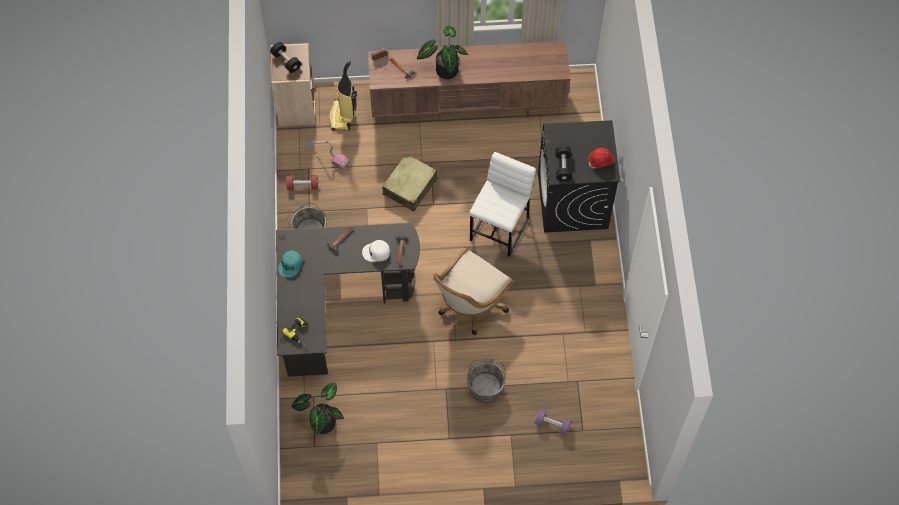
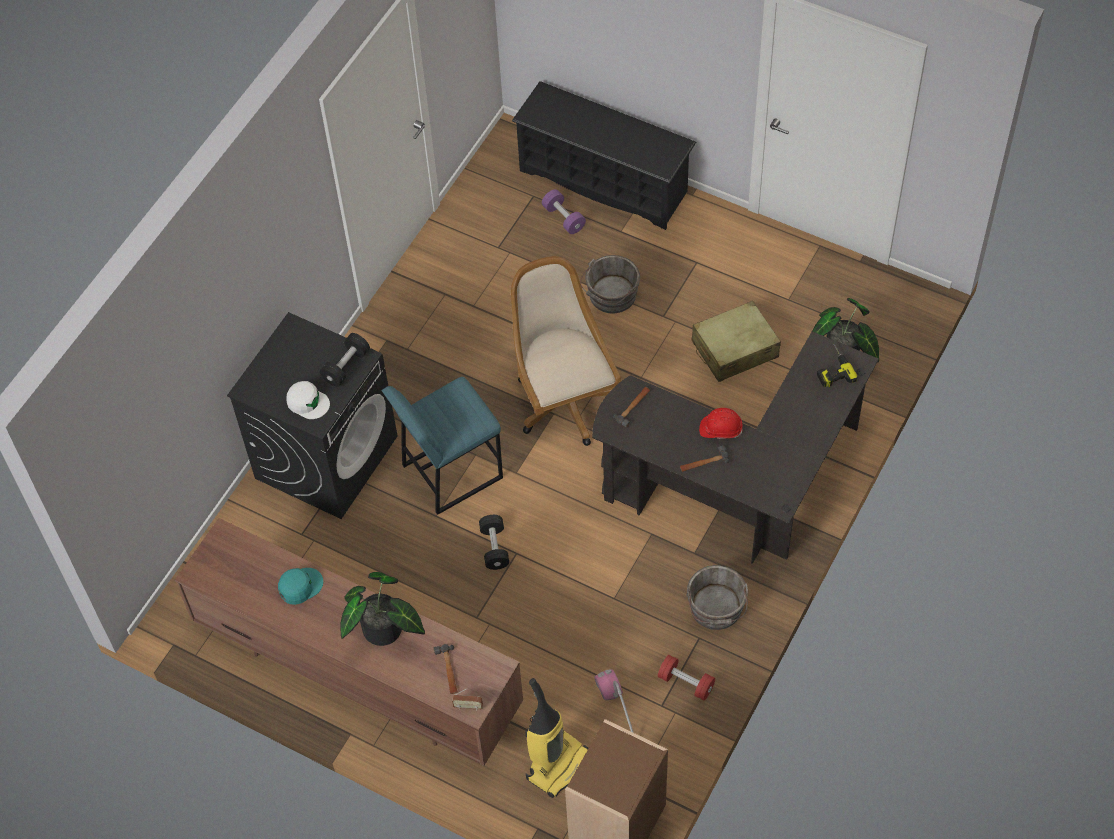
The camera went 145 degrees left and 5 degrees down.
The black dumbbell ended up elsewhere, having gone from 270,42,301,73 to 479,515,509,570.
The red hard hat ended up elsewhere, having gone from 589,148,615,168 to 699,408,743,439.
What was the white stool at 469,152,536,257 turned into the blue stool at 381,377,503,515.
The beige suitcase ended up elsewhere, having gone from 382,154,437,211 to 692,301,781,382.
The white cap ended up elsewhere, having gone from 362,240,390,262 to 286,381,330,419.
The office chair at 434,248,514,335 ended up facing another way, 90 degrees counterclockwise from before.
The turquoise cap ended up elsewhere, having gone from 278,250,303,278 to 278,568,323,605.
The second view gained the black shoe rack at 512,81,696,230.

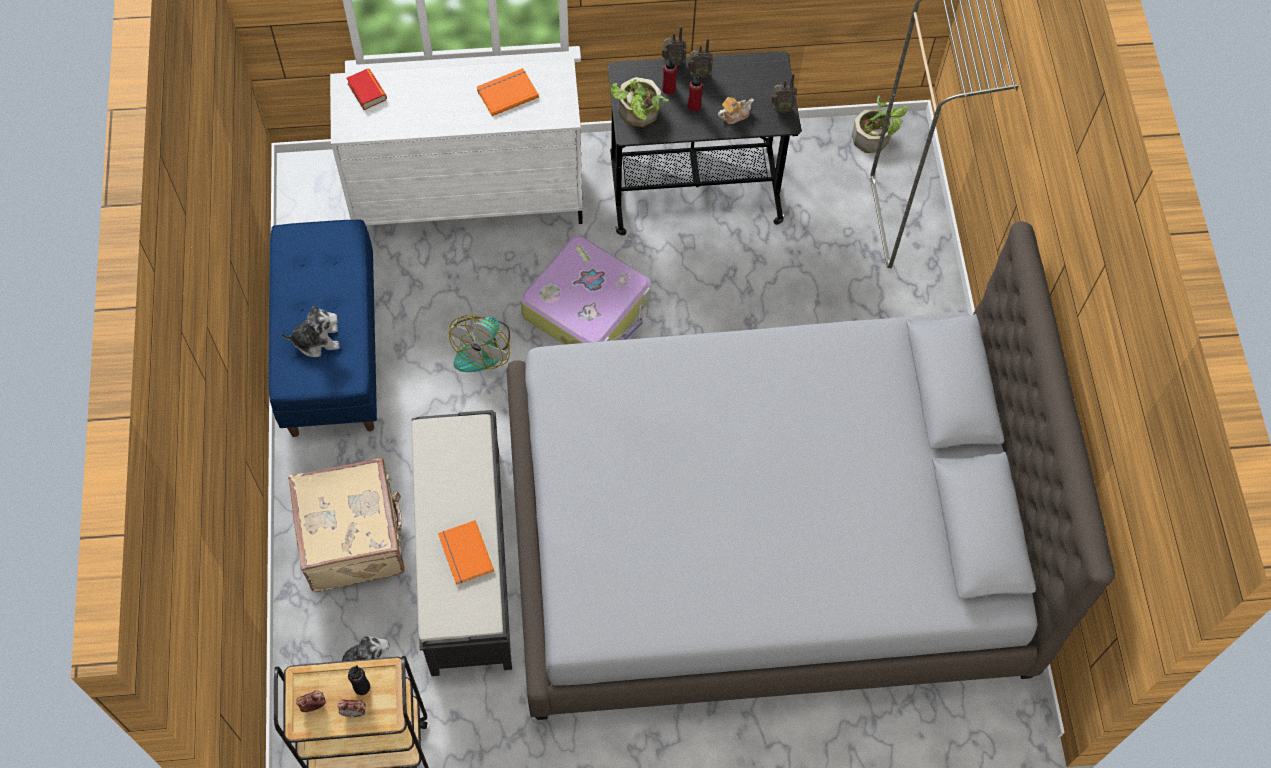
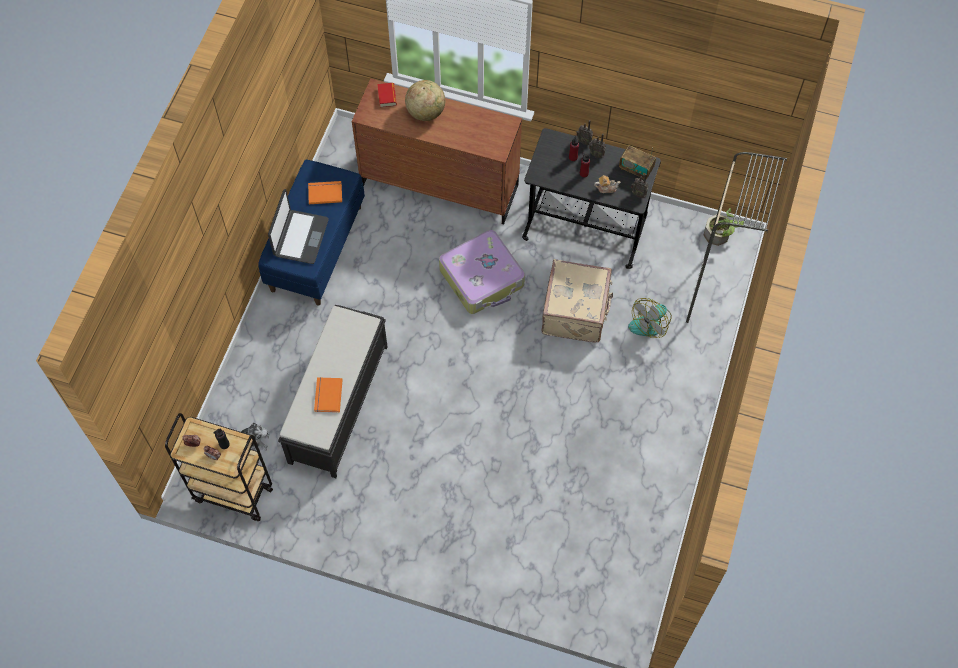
The camera went 25 degrees right and 0 degrees up.
What was the white dresser at 330,58,583,225 turned into the brown dresser at 351,78,522,224.
The orange book ended up elsewhere, having gone from 477,68,539,116 to 308,181,342,204.
The second view lost the potted plant at 611,77,669,127.
The second view lost the grey bed at 507,221,1115,720.
Where the plush toy stood at 281,306,340,357, the laptop came to stand at 268,189,329,264.
The fan ended up elsewhere, having gone from 449,315,510,372 to 628,298,672,338.
The beige suitcase ended up elsewhere, having gone from 288,458,405,592 to 541,259,613,343.
The second view gained the globe at 405,80,445,121.
The second view gained the radio at 619,145,656,179.

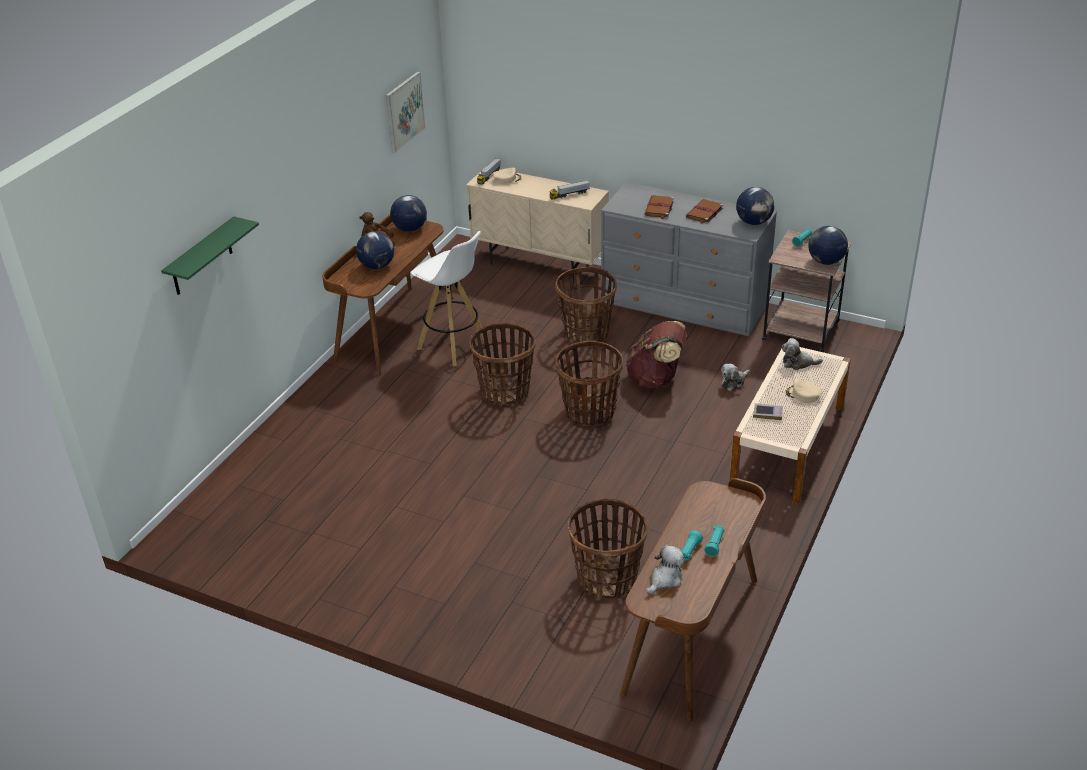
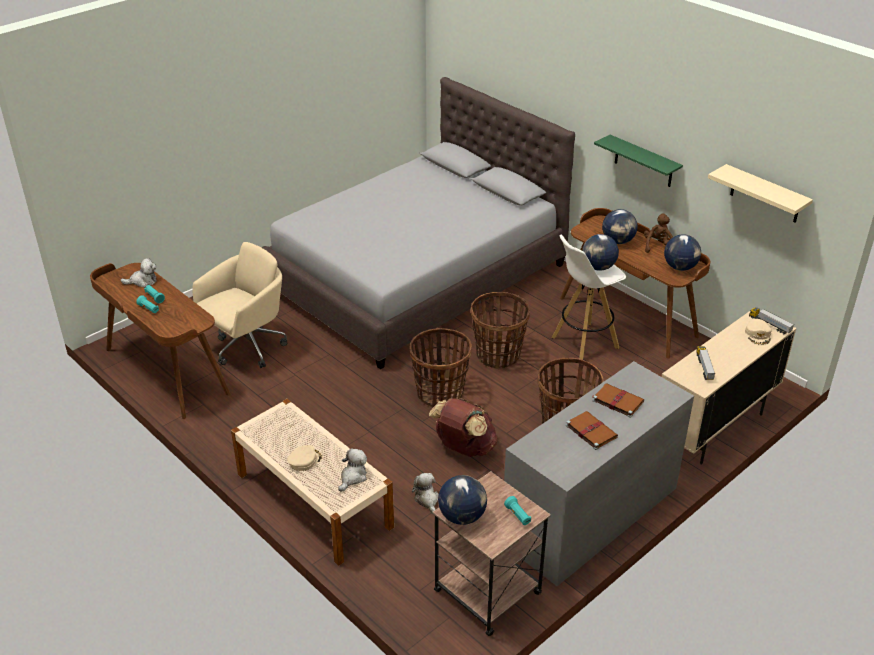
The camera went 110 degrees right and 0 degrees up.
Where the picture hung at 386,72,426,153, the beige shelf came to hang at 708,164,813,223.
The globe ended up elsewhere, having gone from 736,187,774,225 to 582,234,619,271.
The green shelf ended up elsewhere, having gone from 161,216,259,295 to 594,135,683,187.
The second view lost the book at 753,403,783,420.
Where the basket stood at 568,499,648,600, the beige office chair came to stand at 192,242,287,368.
The plush toy at 646,545,684,595 ended up facing another way, 75 degrees counterclockwise from before.
The second view gained the grey bed at 261,77,575,369.

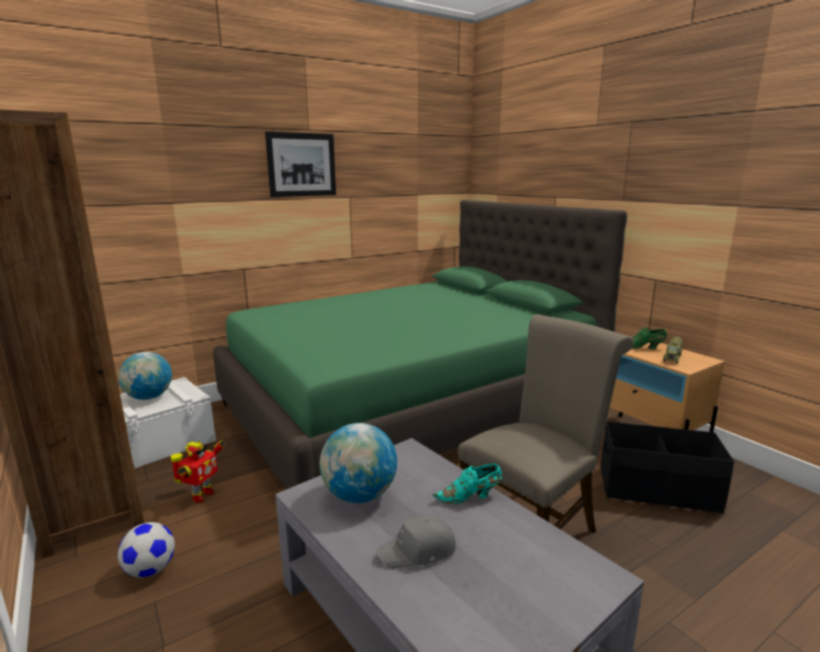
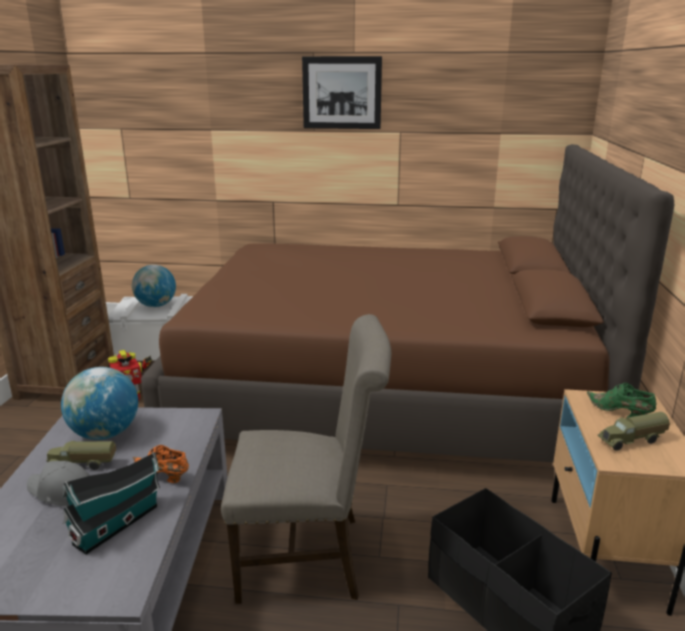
The camera went 40 degrees right and 5 degrees up.
What was the green bed at 213,200,627,489 turned into the brown bed at 141,144,674,462.
What was the turquoise shoe at 433,463,502,504 turned into the orange shoe at 133,445,189,483.
The second view lost the football at 118,522,175,578.
The second view gained the toy truck at 46,441,116,470.
The second view gained the toy house at 62,452,160,555.

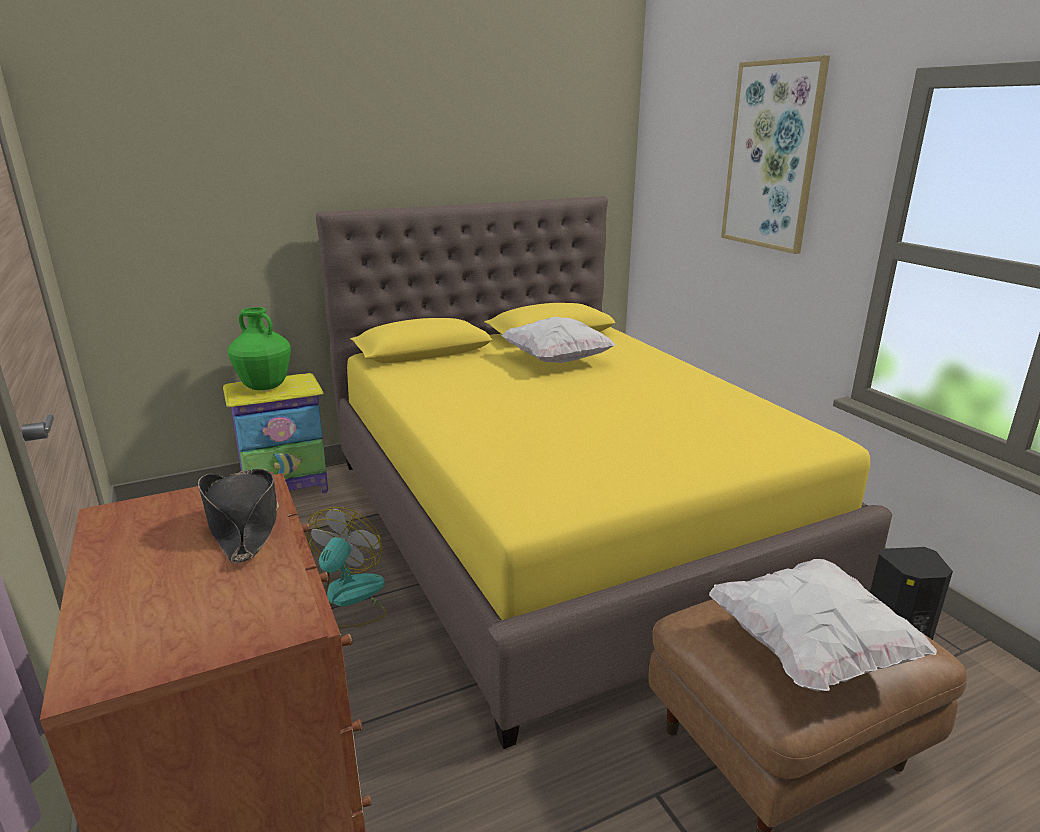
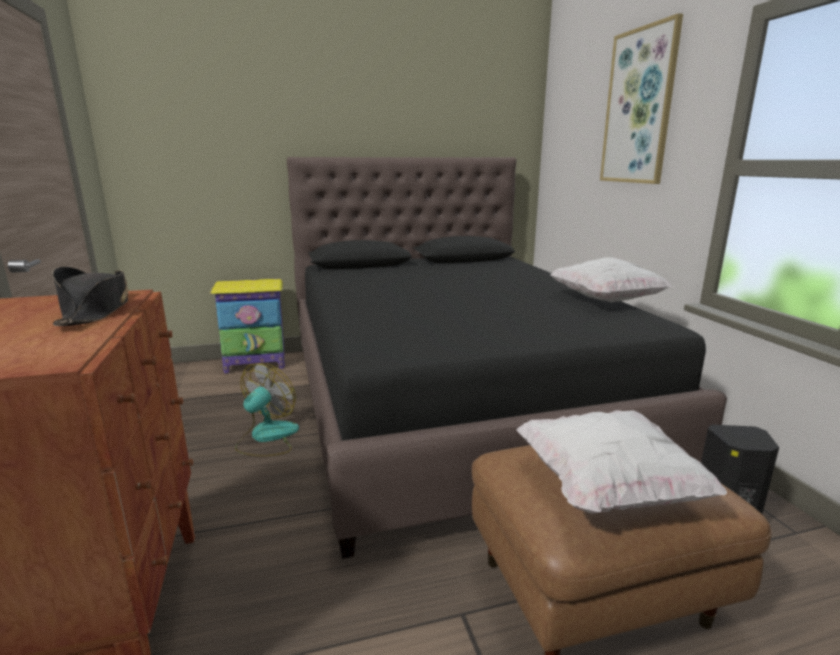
The camera went 10 degrees right and 5 degrees down.
What was the yellow bed at 316,196,892,749 turned into the black bed at 287,157,727,559.
The second view lost the green vase at 228,307,291,390.
The white pillow ended up elsewhere, having gone from 502,317,615,363 to 550,257,672,302.

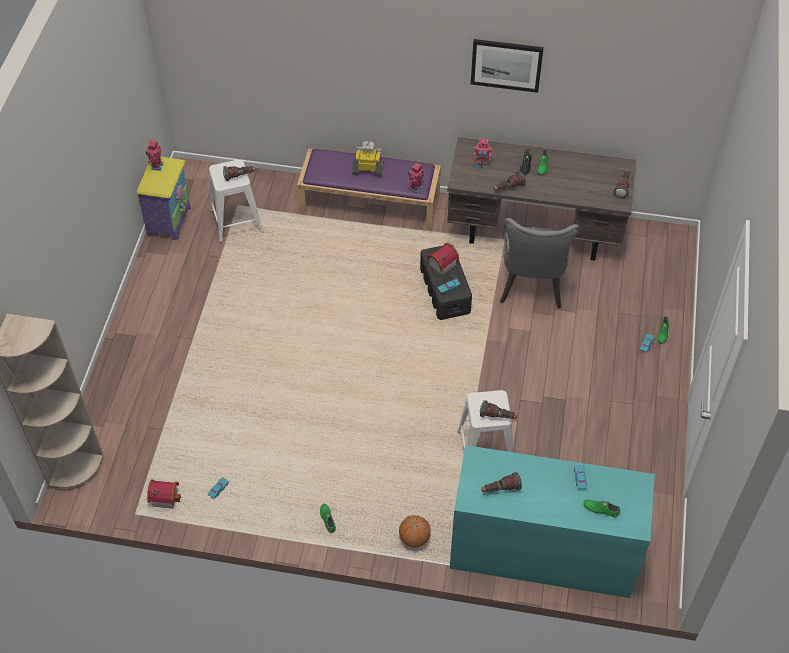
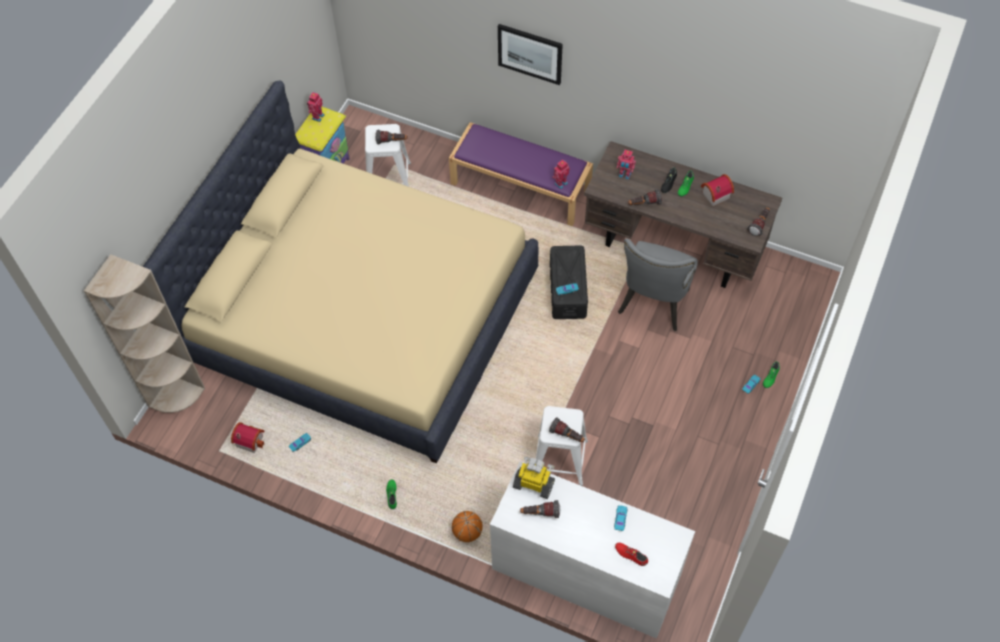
The camera went 15 degrees right and 5 degrees up.
The picture ended up elsewhere, having gone from 471,39,544,93 to 498,24,563,85.
The toy robot ended up elsewhere, having gone from 352,141,384,177 to 513,456,555,499.
The toy house ended up elsewhere, having gone from 427,243,459,275 to 701,174,734,206.
What was the turquoise dresser at 450,445,655,598 turned into the white dresser at 490,462,695,639.
What was the green shoe at 584,499,620,517 turned into the red shoe at 615,543,648,566.
The second view gained the beige bed at 143,81,538,464.

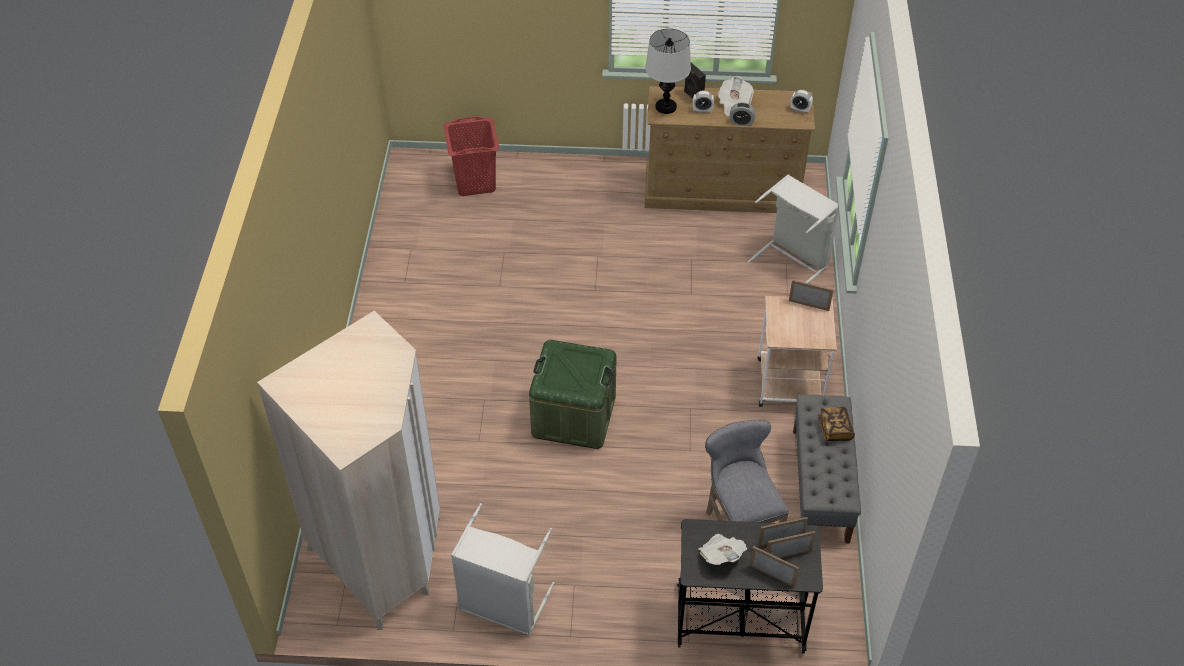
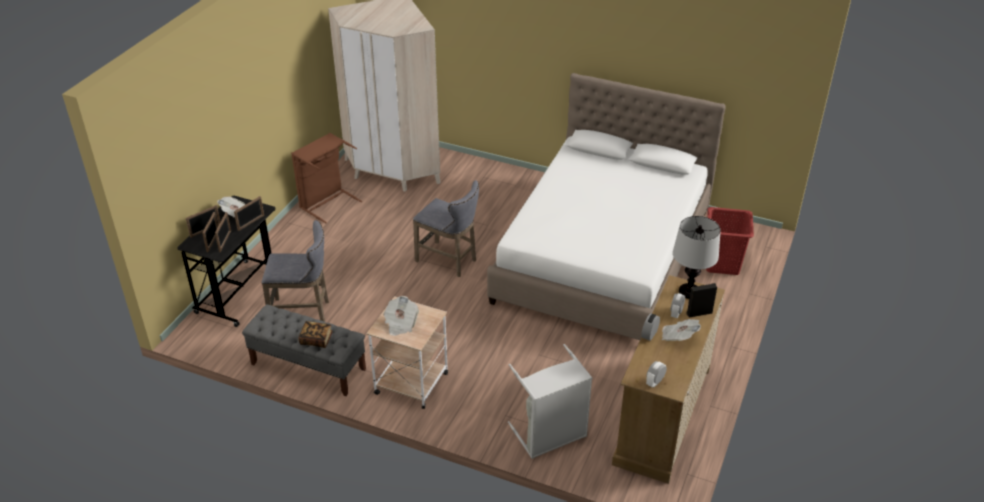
The camera went 110 degrees right and 10 degrees down.
The picture frame ended up elsewhere, having gone from 789,280,833,311 to 234,196,264,231.
Where the green storage box stood at 529,340,617,449, the grey stool came to stand at 413,180,479,277.
What was the grey laundry basket at 451,503,554,636 turned into the brown laundry basket at 291,133,362,223.
The second view gained the white bed at 487,73,726,340.
The second view gained the newspaper at 384,296,419,336.

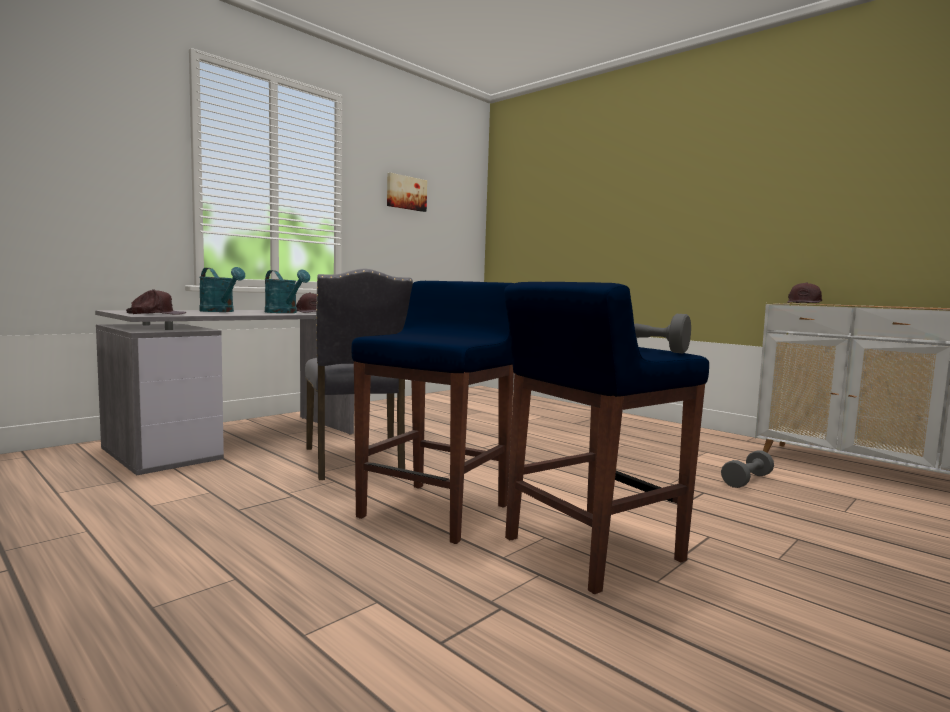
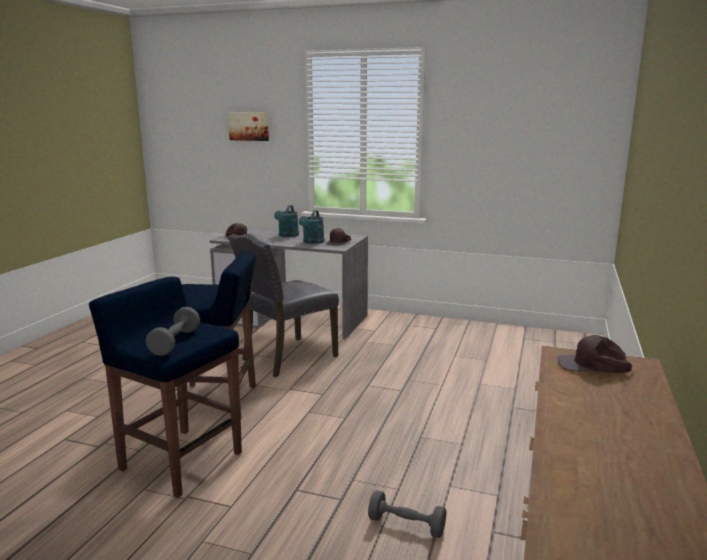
The camera went 65 degrees right and 10 degrees up.
The picture ended up elsewhere, having gone from 387,173,427,212 to 228,112,269,141.

